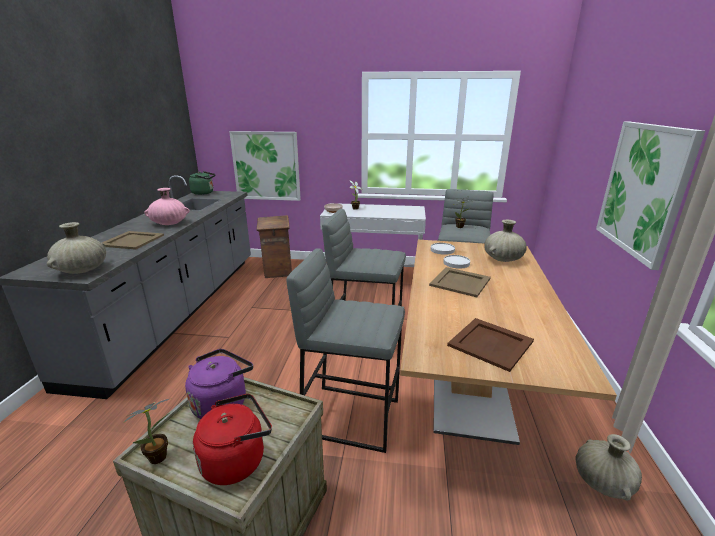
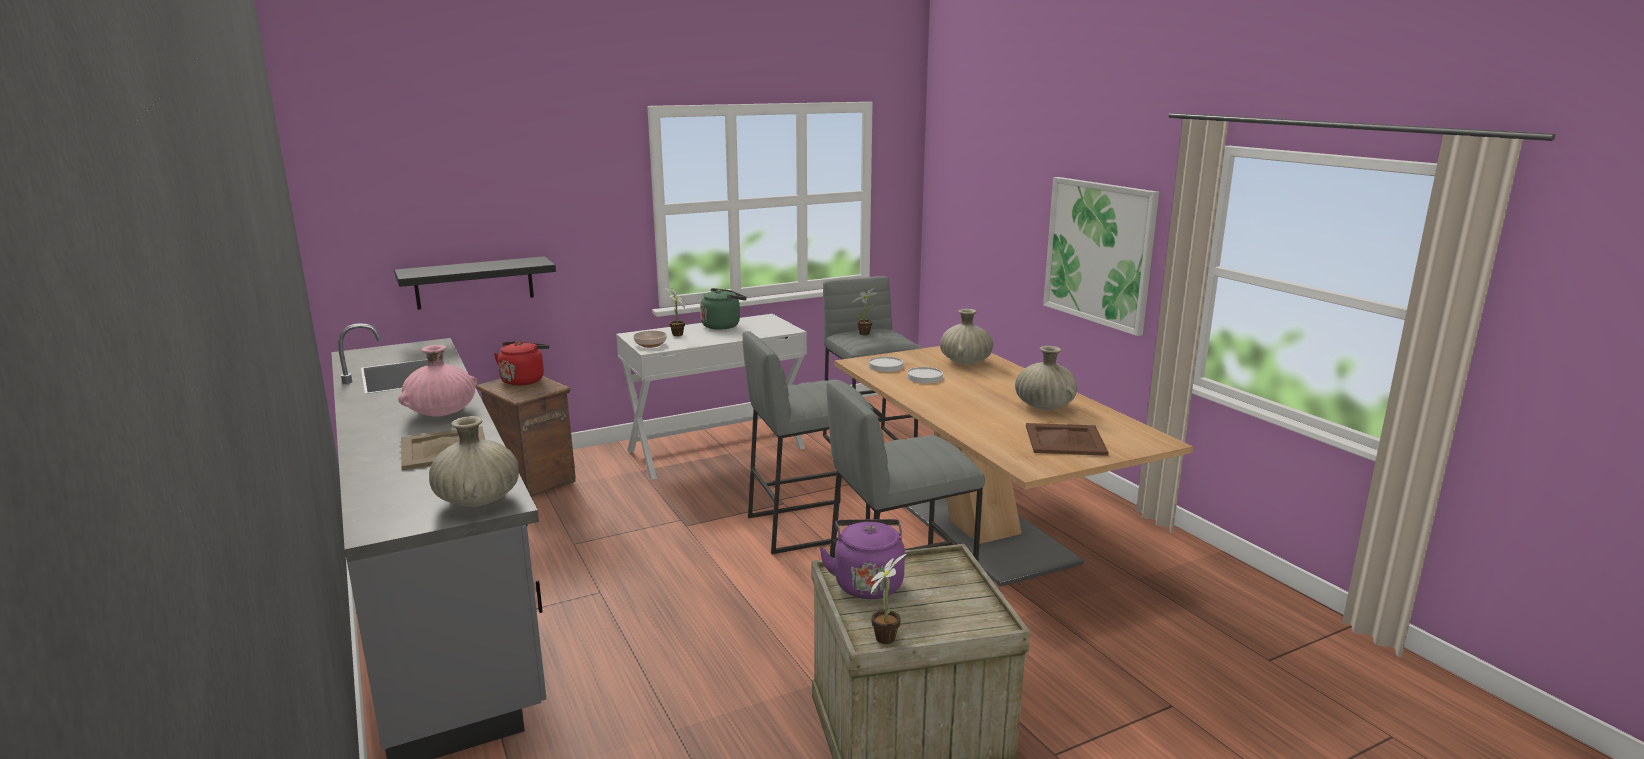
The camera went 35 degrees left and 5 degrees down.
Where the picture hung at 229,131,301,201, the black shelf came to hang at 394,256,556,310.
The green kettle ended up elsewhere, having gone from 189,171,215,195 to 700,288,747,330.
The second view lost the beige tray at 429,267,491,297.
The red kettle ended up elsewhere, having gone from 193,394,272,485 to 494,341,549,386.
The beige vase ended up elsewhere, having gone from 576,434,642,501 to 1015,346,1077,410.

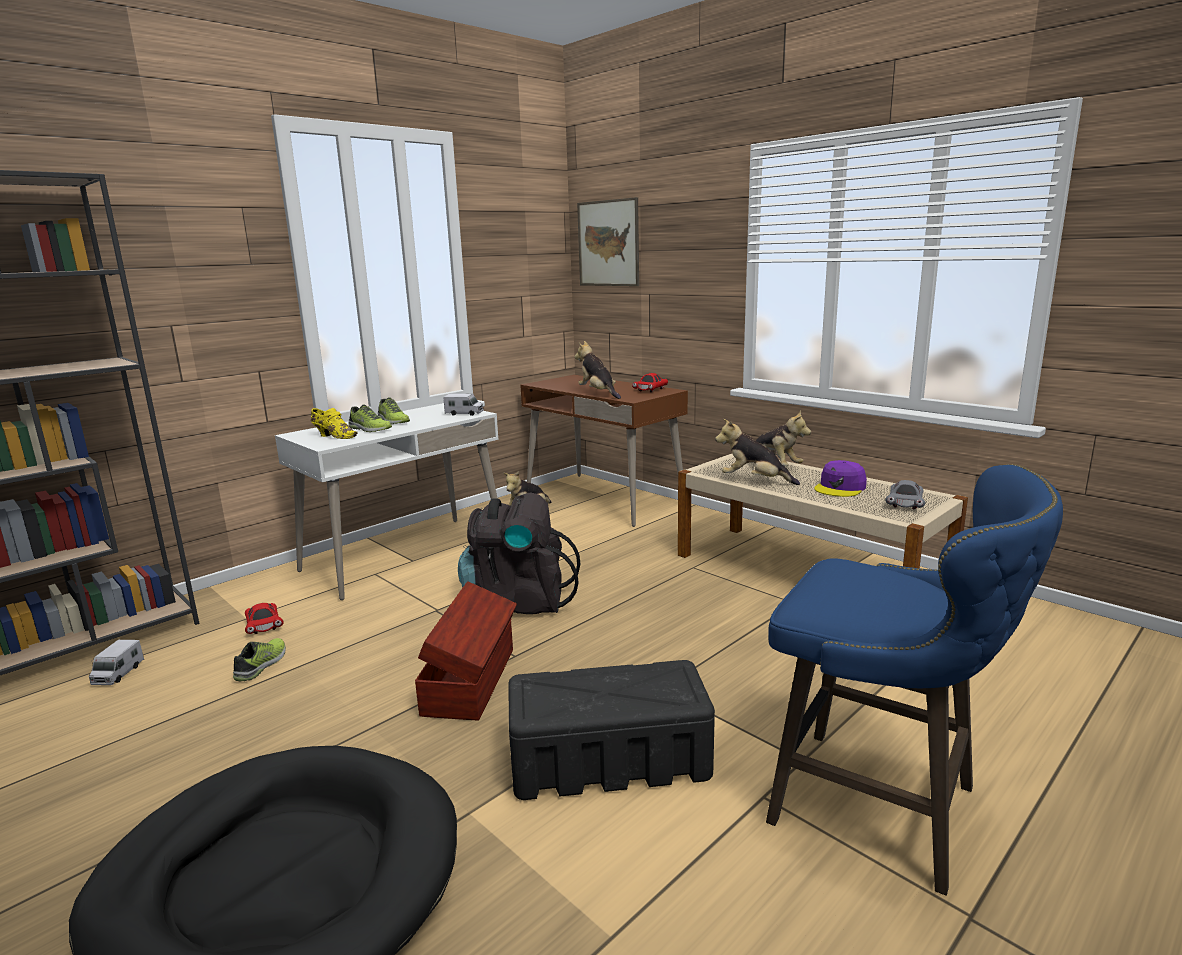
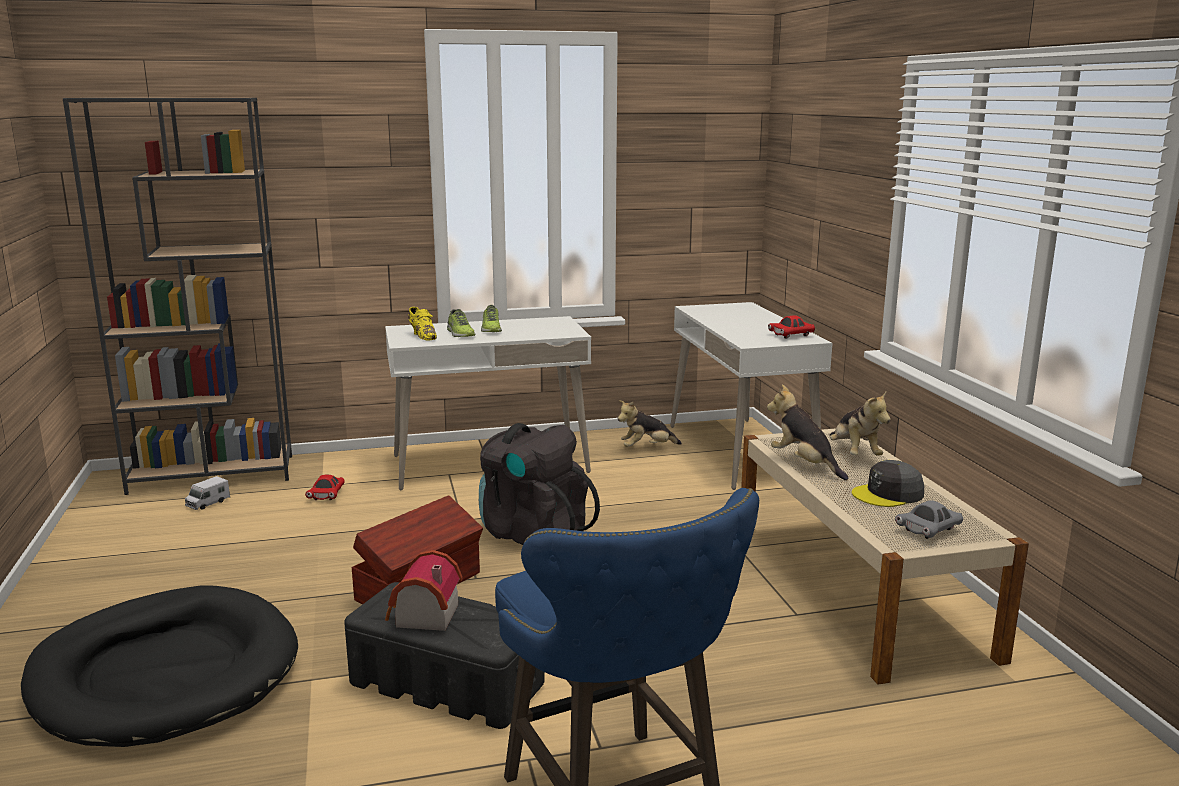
The camera went 30 degrees right and 0 degrees up.
The second view lost the picture at 577,197,639,286.
The second view lost the plush toy at 575,341,621,399.
What was the brown desk at 520,375,688,527 turned into the white desk at 670,302,833,490.
The second view lost the toy truck at 443,394,484,416.
What was the purple cap at 814,460,867,497 turned into the grey cap at 851,460,924,507.
The second view lost the shoe at 233,638,286,681.
The second view gained the toy house at 385,550,463,631.

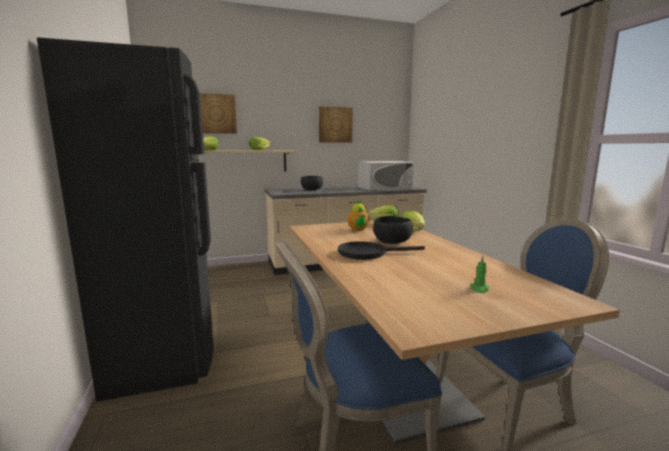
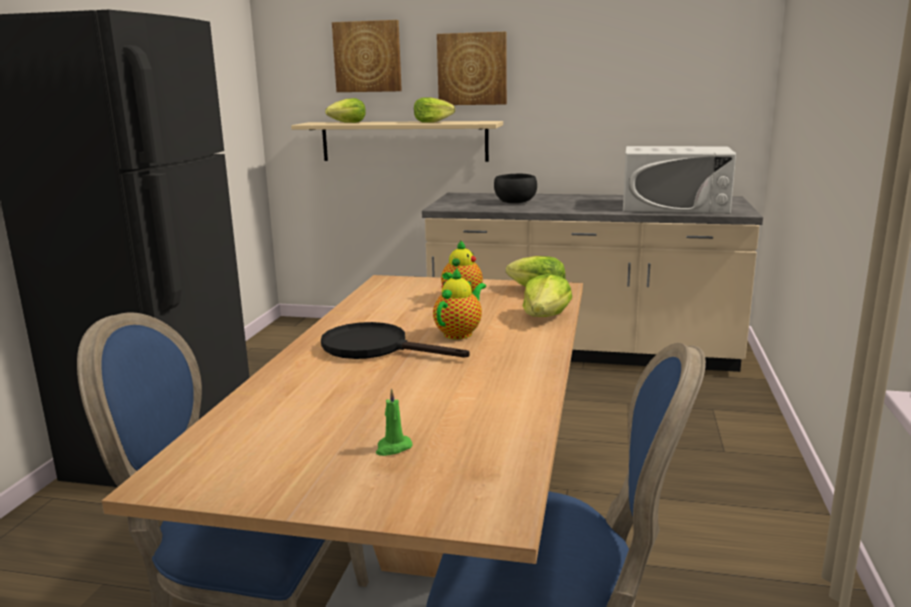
The camera went 30 degrees right and 5 degrees up.
The picture ended up elsewhere, having gone from 319,106,353,143 to 437,32,507,105.
Where the black bowl stood at 373,216,413,244, the teapot came to stand at 433,268,486,339.

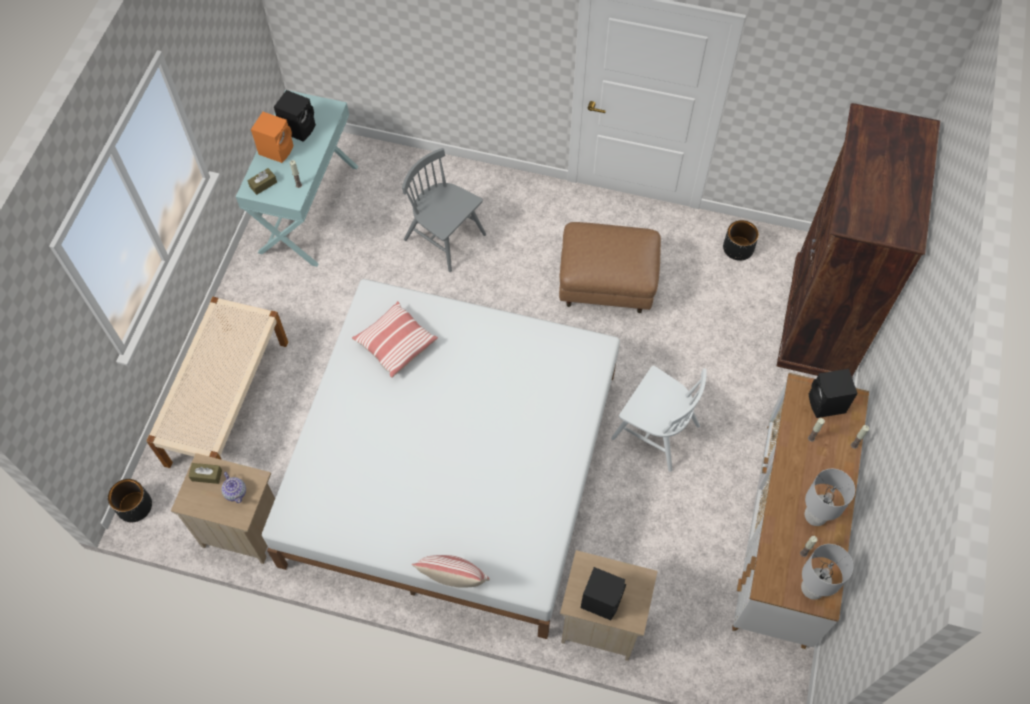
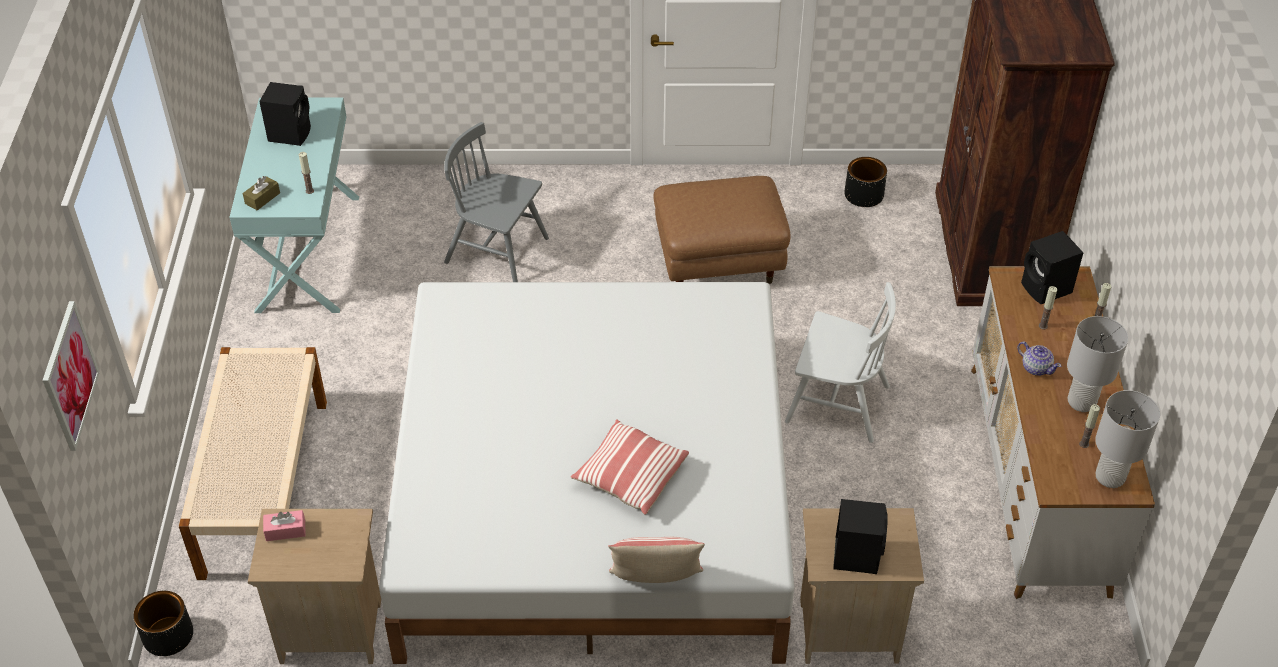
The camera went 15 degrees left and 15 degrees down.
The second view lost the orange speaker at 251,112,294,163.
The pillow ended up elsewhere, having gone from 352,301,438,378 to 571,419,689,515.
What was the brown tissue box at 188,463,222,484 turned into the pink tissue box at 263,510,306,541.
The teapot ended up elsewhere, having gone from 221,472,246,503 to 1017,342,1061,376.
The second view gained the picture at 42,301,100,451.

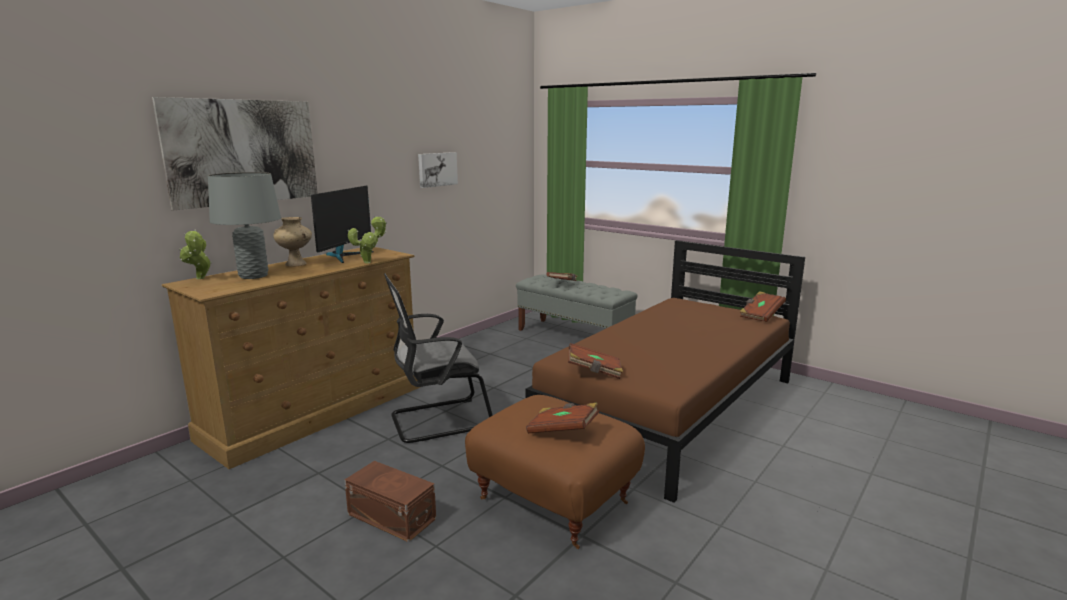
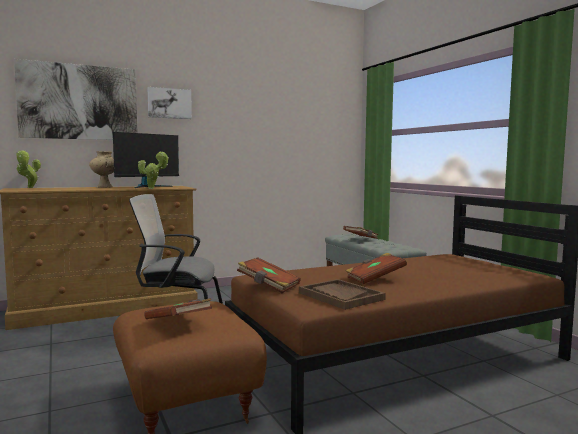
The camera went 25 degrees right and 10 degrees down.
The picture ended up elsewhere, having gone from 418,152,458,188 to 147,87,192,119.
The second view lost the grey table lamp at 208,172,281,279.
The brown book ended up elsewhere, having gone from 740,291,786,322 to 346,253,407,284.
The second view lost the brown storage box at 345,461,436,542.
The second view gained the brown tray at 299,279,386,310.

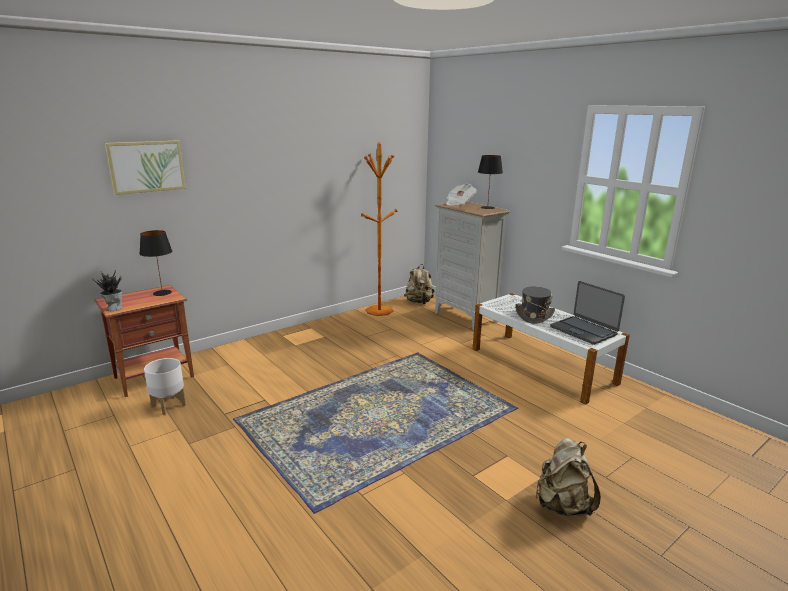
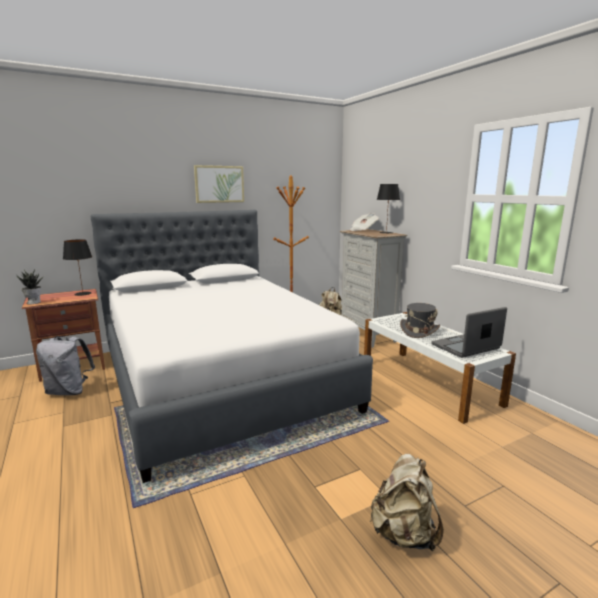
The camera went 10 degrees right and 5 degrees down.
The picture ended up elsewhere, having gone from 105,140,186,195 to 194,165,244,203.
The laptop at 550,281,625,345 ended up facing another way, 90 degrees clockwise from before.
Where the white planter stood at 144,358,186,415, the grey backpack came to stand at 36,336,95,395.
The second view gained the white bed at 91,210,373,483.

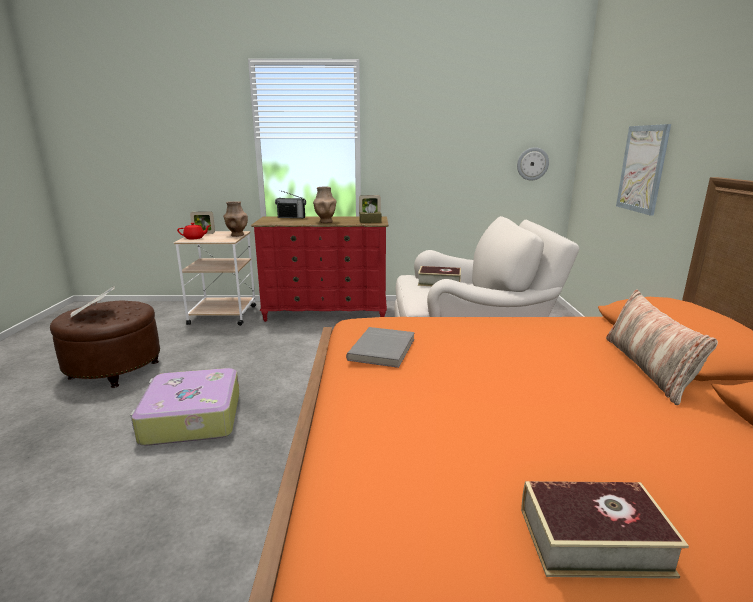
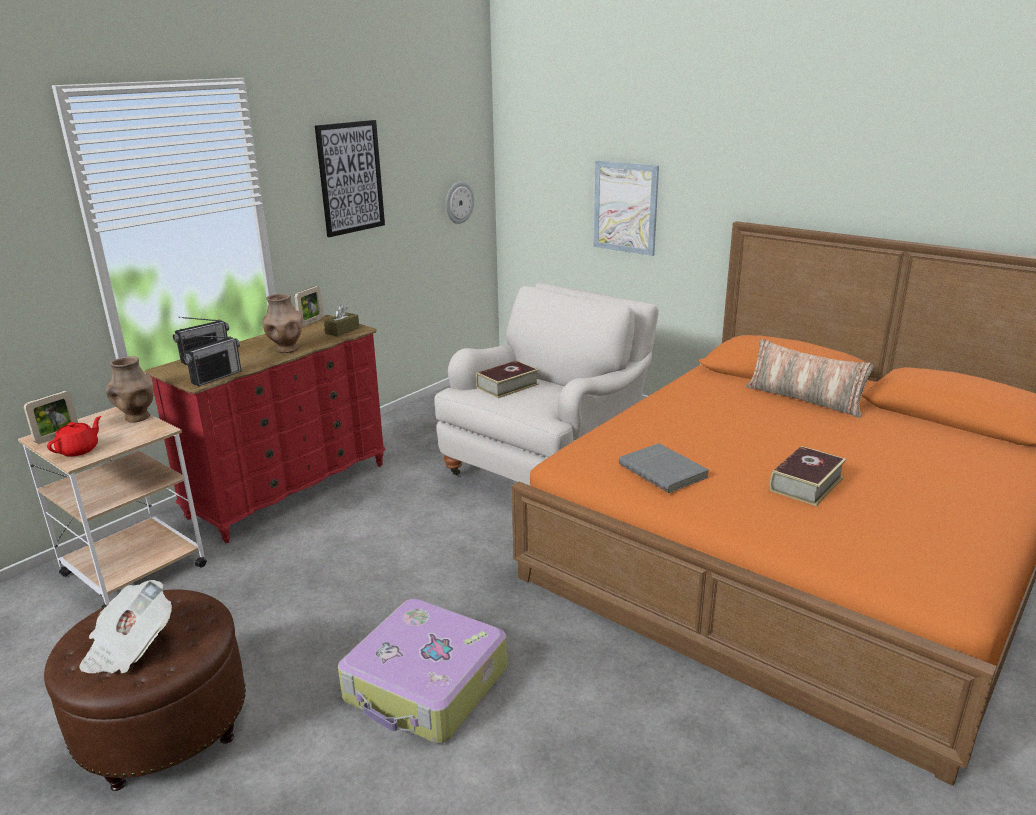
The camera went 50 degrees left and 5 degrees up.
The book ended up elsewhere, having gone from 521,481,689,579 to 770,446,847,506.
The second view gained the picture at 315,120,385,237.
The second view gained the radio at 184,335,242,386.

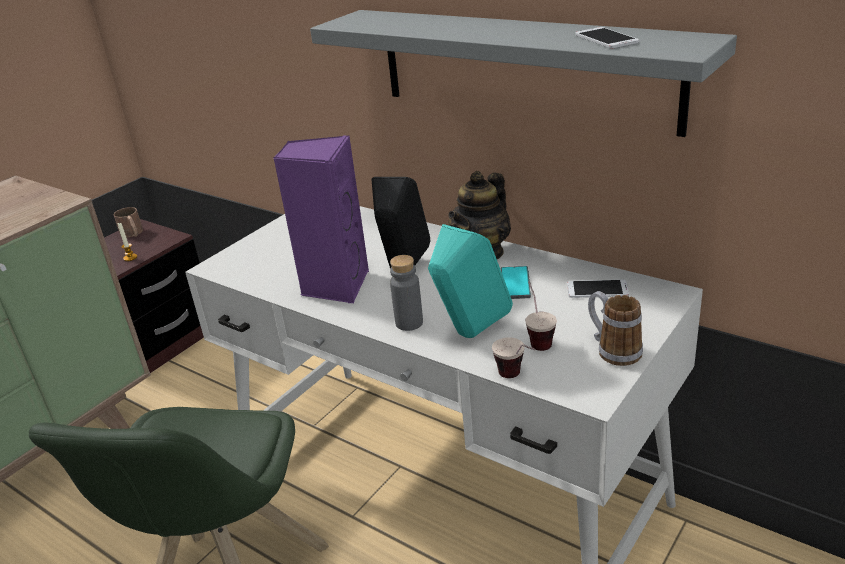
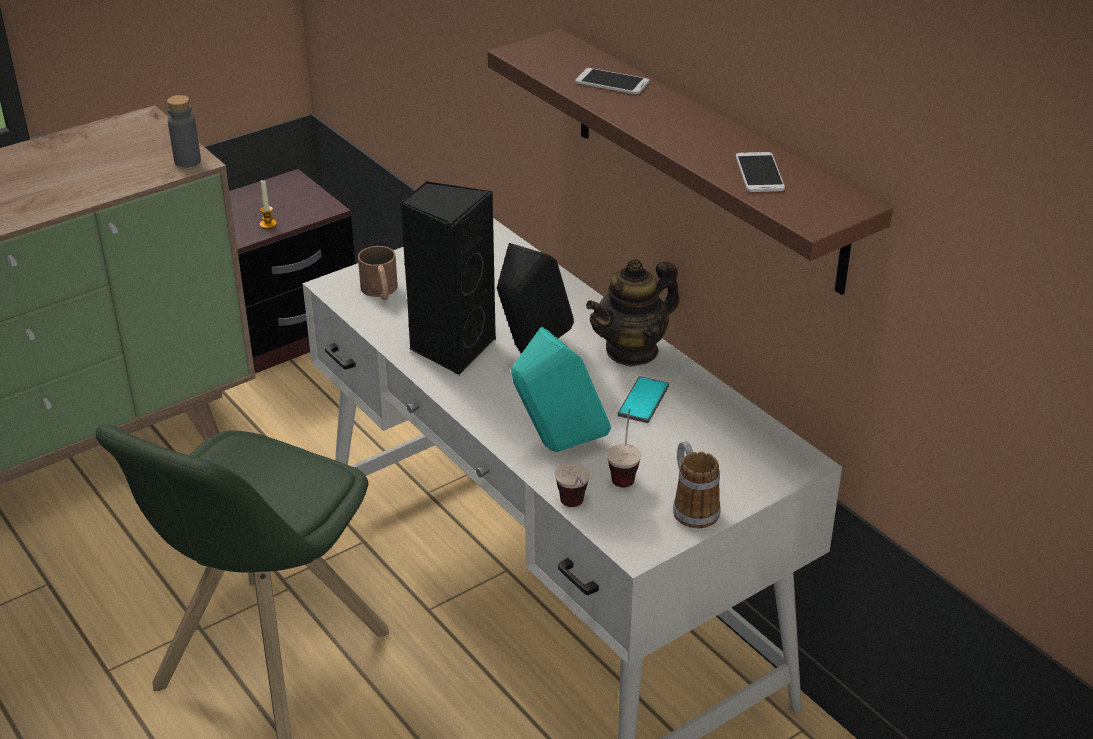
The camera went 15 degrees right and 5 degrees up.
What was the grey shelf at 310,10,737,137 turned into the brown shelf at 488,29,893,295.
What was the purple speaker at 273,136,369,303 turned into the black speaker at 400,180,496,375.
The brown mug ended up elsewhere, having gone from 114,207,143,238 to 358,246,398,300.
The grey bottle ended up elsewhere, having gone from 390,255,423,331 to 167,95,201,168.
The phone ended up elsewhere, having gone from 567,279,629,298 to 575,68,650,95.

